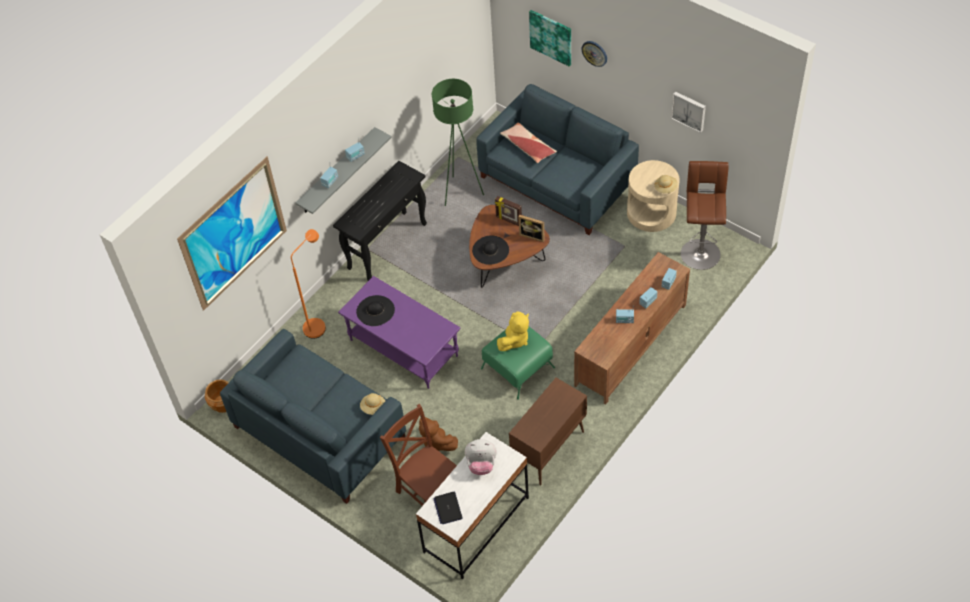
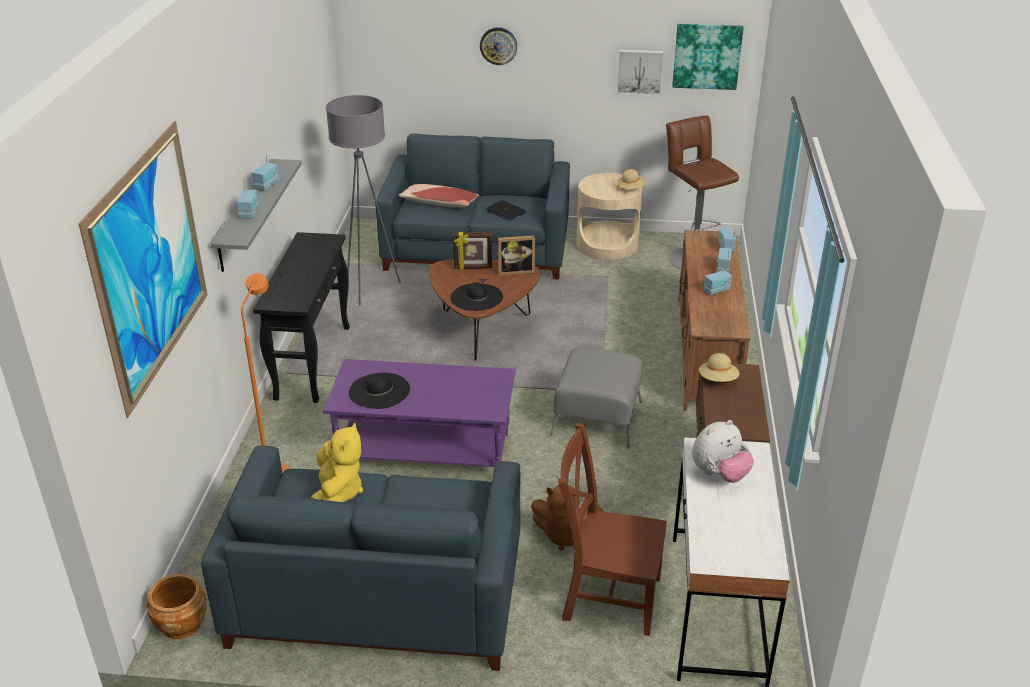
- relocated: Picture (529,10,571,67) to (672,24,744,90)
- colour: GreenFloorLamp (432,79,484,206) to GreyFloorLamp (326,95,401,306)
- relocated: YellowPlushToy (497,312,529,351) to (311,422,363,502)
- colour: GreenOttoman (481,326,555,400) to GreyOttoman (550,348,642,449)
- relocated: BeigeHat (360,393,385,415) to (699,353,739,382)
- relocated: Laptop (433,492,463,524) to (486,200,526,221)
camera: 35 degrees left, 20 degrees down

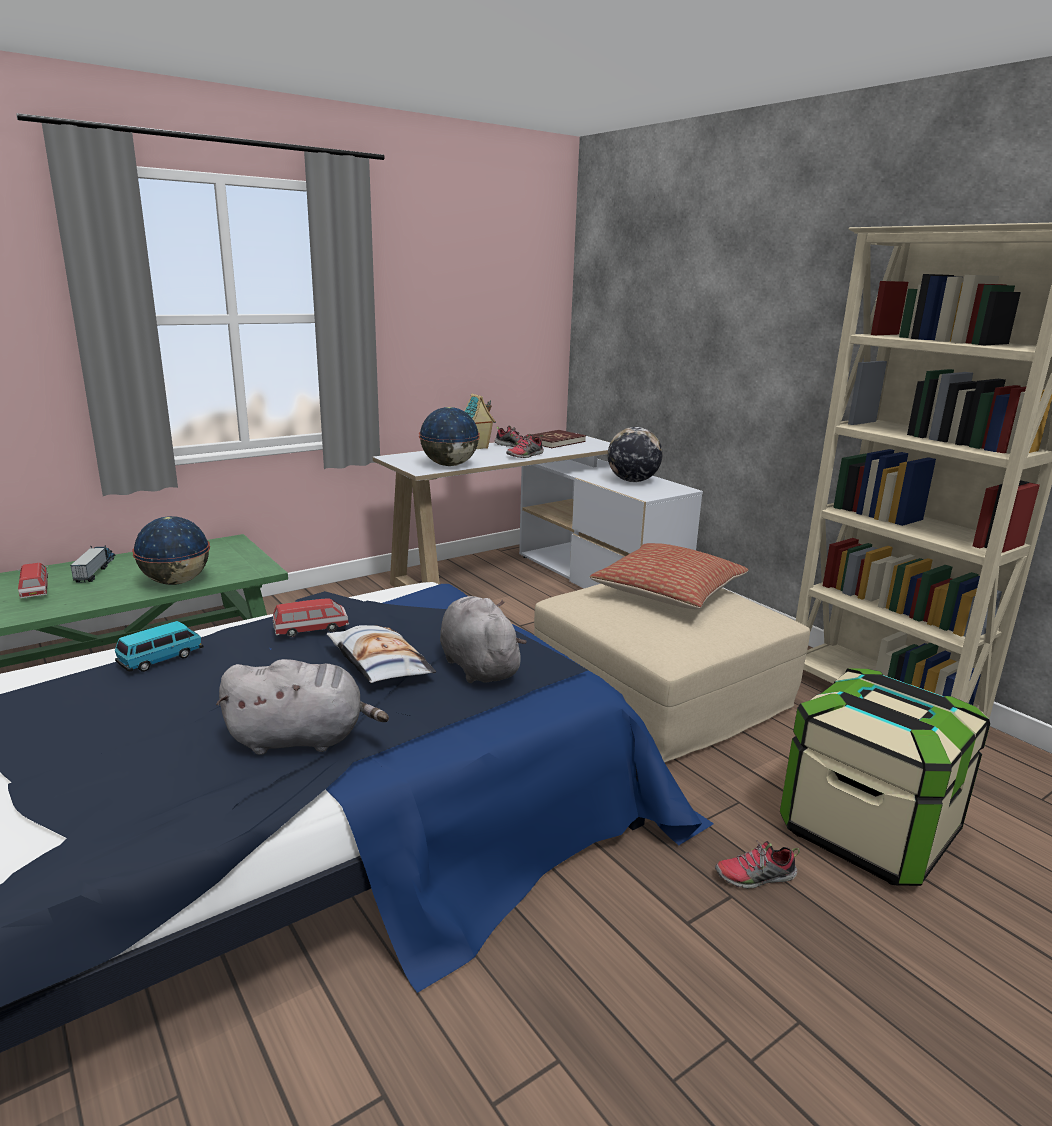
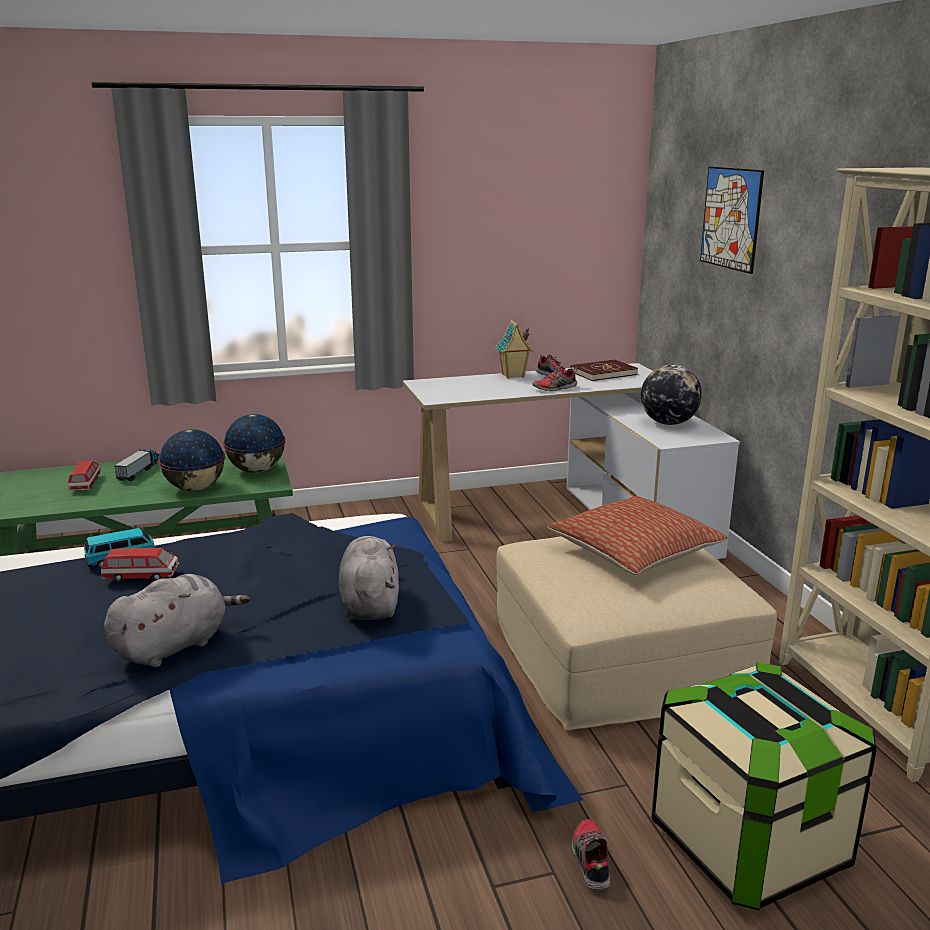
- relocated: Globe (419,407,480,466) to (223,414,286,473)
- relocated: ToyCar (273,598,349,637) to (101,548,179,582)
- missing: Pillow (327,625,436,683)
- spun: GreyPlushToy (216,659,389,755) = (104,574,250,667) 60 degrees counterclockwise
- spun: Shoe (715,840,800,889) = (572,819,611,890) 75 degrees clockwise
- appeared: Picture (700,167,764,274)
camera: 20 degrees right, 0 degrees up

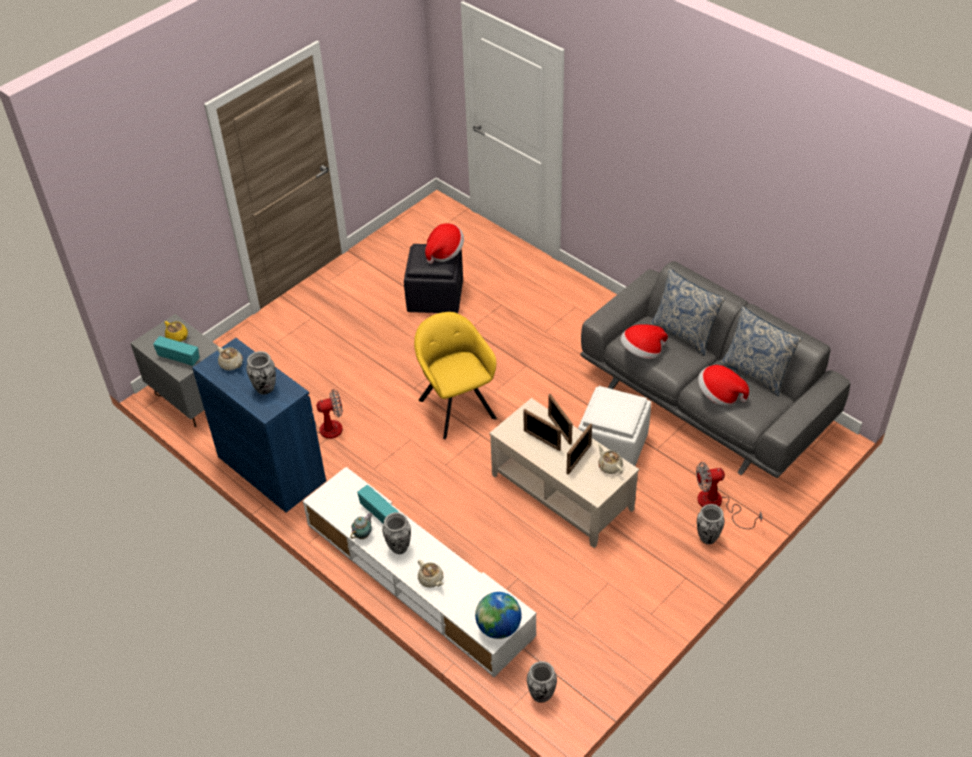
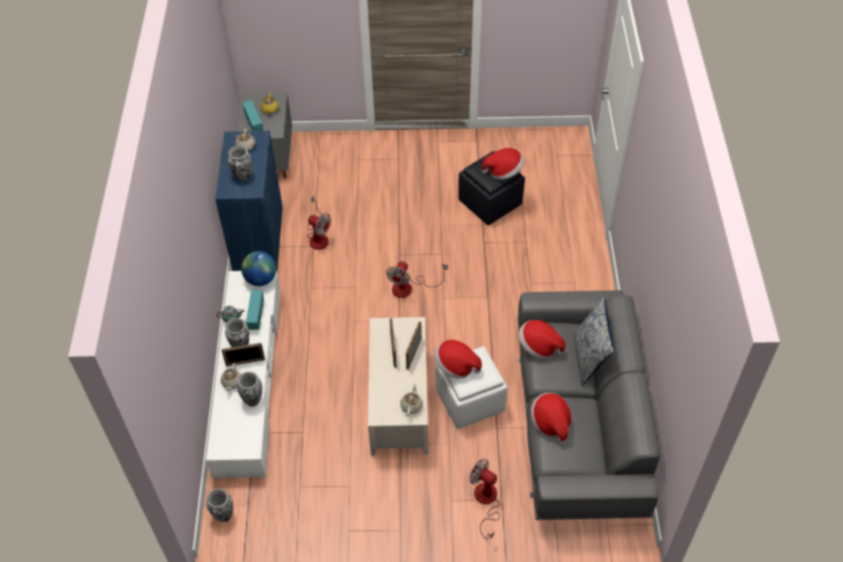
- missing: Pillow (720,306,802,396)
- exchanged: YellowArmchair (414,312,497,439) to Fan (386,261,448,298)
- relocated: PictureFrame (566,423,592,474) to (221,343,265,366)
- relocated: Vase (697,504,725,544) to (237,372,262,407)
- relocated: Globe (475,592,522,639) to (241,251,276,286)
- appeared: Hat (435,340,482,379)
camera: 45 degrees right, 5 degrees up

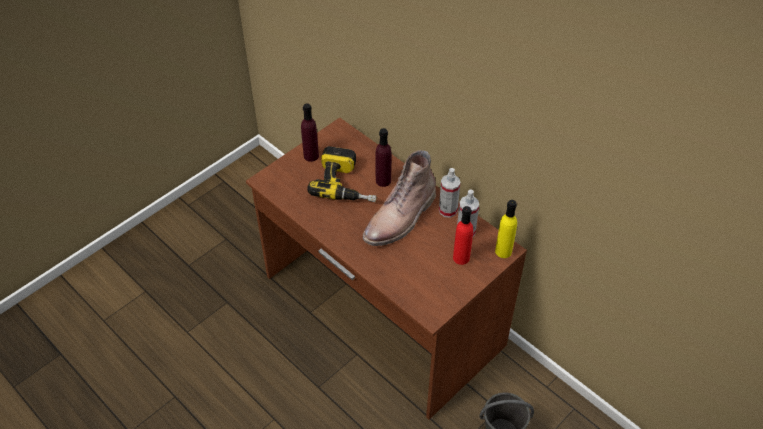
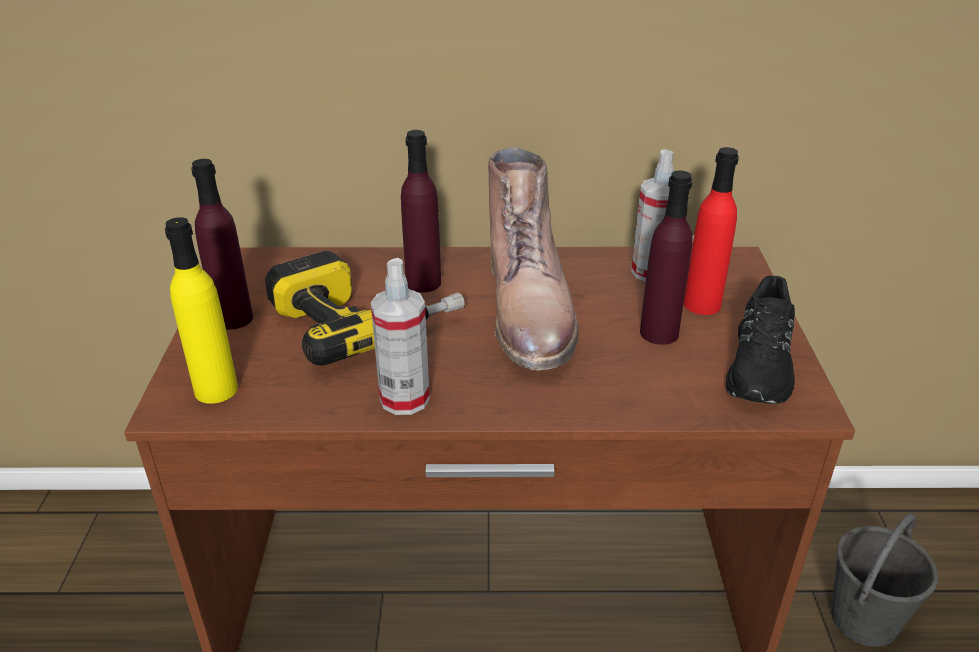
- relocated: SprayBottle (439,168,461,218) to (371,258,430,415)
- relocated: YellowBottle (495,200,517,258) to (165,217,238,404)
- appeared: PurpleBottle (640,170,693,345)
- appeared: BlackShoe (726,275,795,404)
camera: 45 degrees left, 15 degrees down

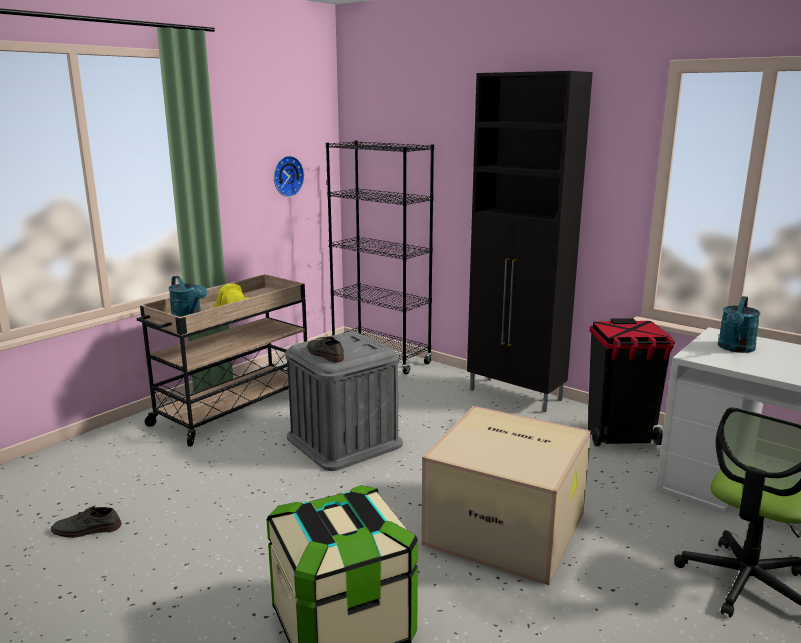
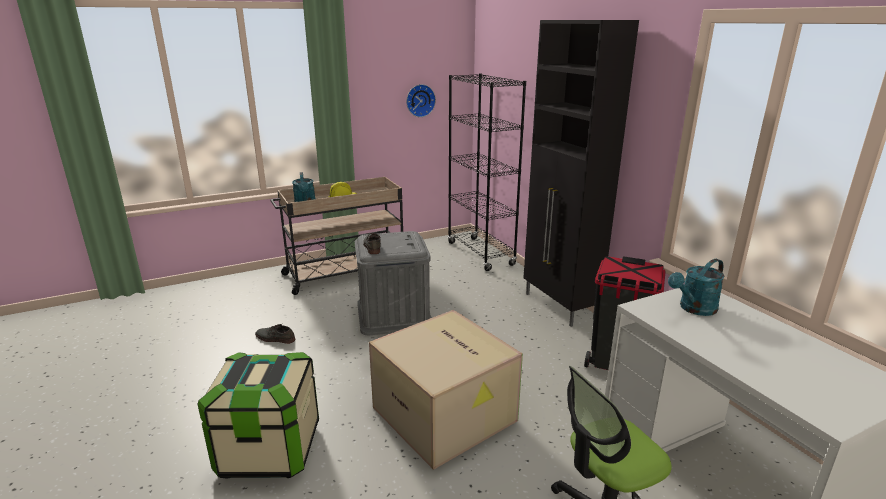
- relocated: GreyShoe (51,505,122,538) to (255,324,295,344)
camera: 25 degrees right, 5 degrees up

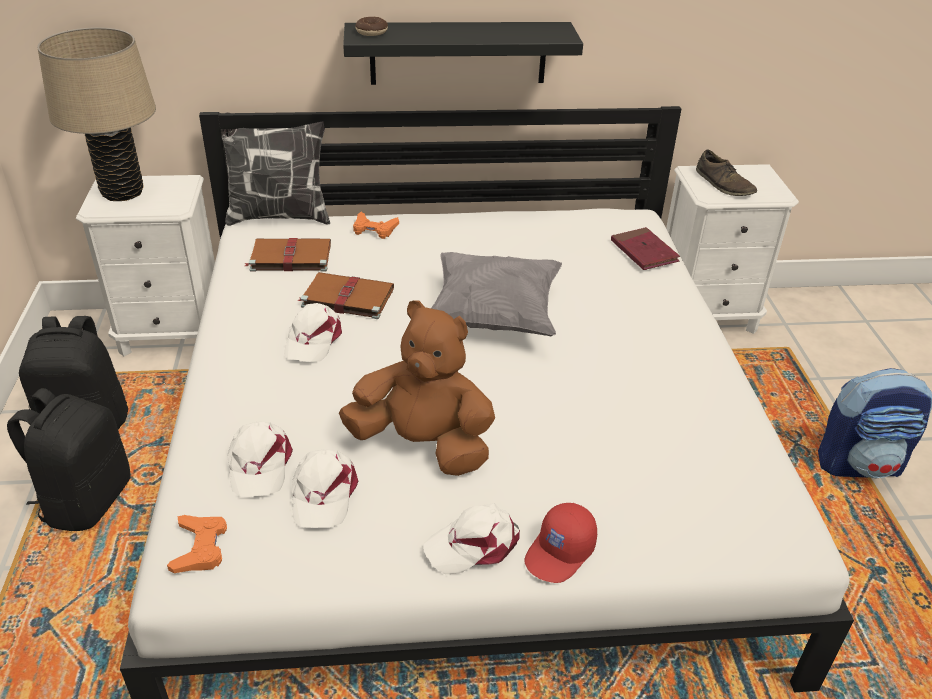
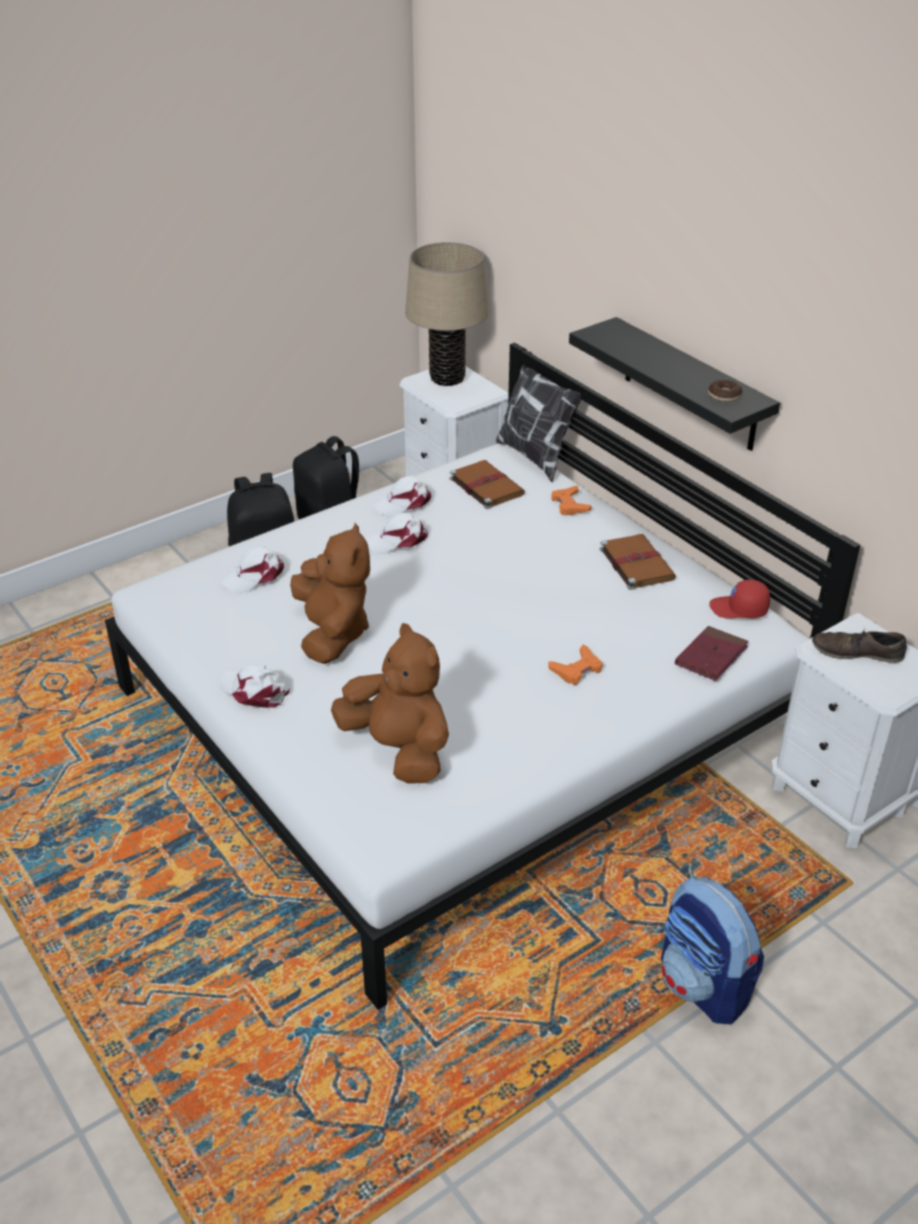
- relocated: Donut (355,17,388,36) to (708,380,742,402)
- spun: BrownShoe (696,149,757,196) = (812,629,907,663) 75 degrees clockwise
- missing: GreyPillow (431,252,562,336)
- relocated: BrownBook (297,272,394,319) to (600,534,676,590)
- relocated: WhiteCap (292,449,359,528) to (372,475,431,518)
- relocated: RedCap (524,503,597,583) to (709,579,770,619)
- relocated: OrangeGameController (167,515,227,573) to (548,645,603,685)
- appeared: BrownPlushToy (331,623,449,784)
camera: 60 degrees right, 0 degrees up

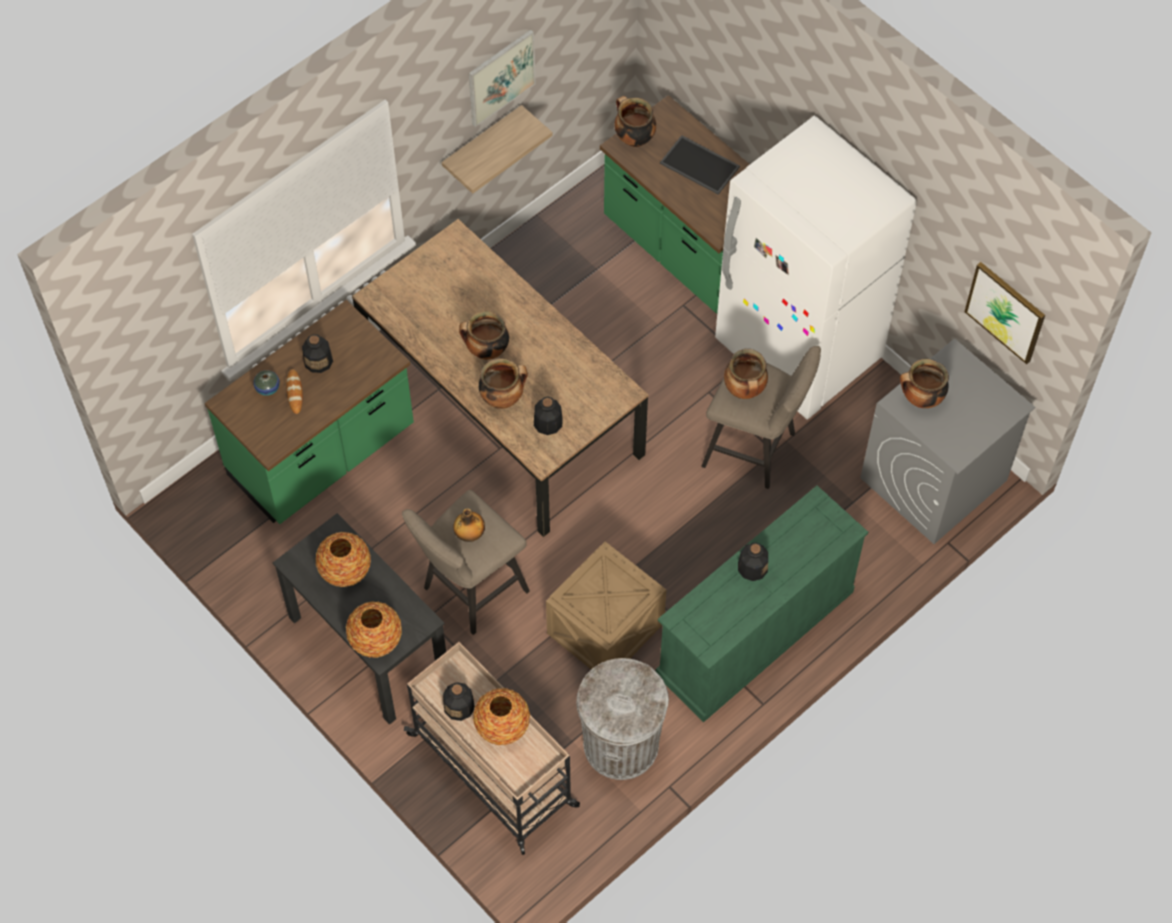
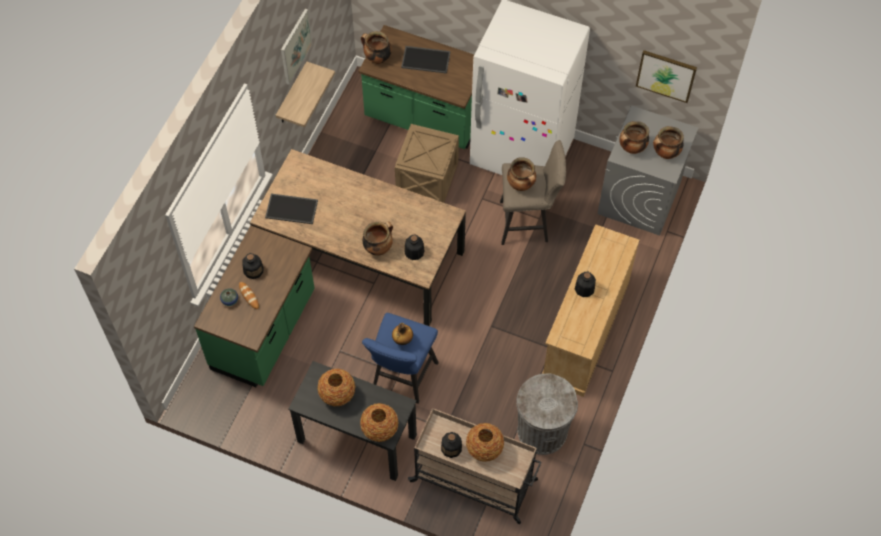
- relocated: CookingPot (459,311,509,360) to (653,126,684,159)
- colour: GreenDresser (656,485,868,722) to BeigeDresser (542,224,640,397)
- colour: BeigeStool (402,490,530,635) to BlueStool (362,313,439,404)
- relocated: Crate (546,542,666,669) to (395,124,459,203)
- appeared: Tray (265,194,318,224)
camera: 25 degrees left, 0 degrees up

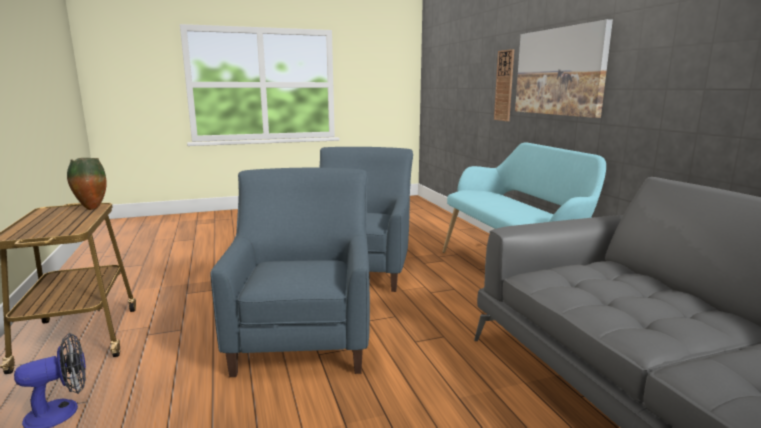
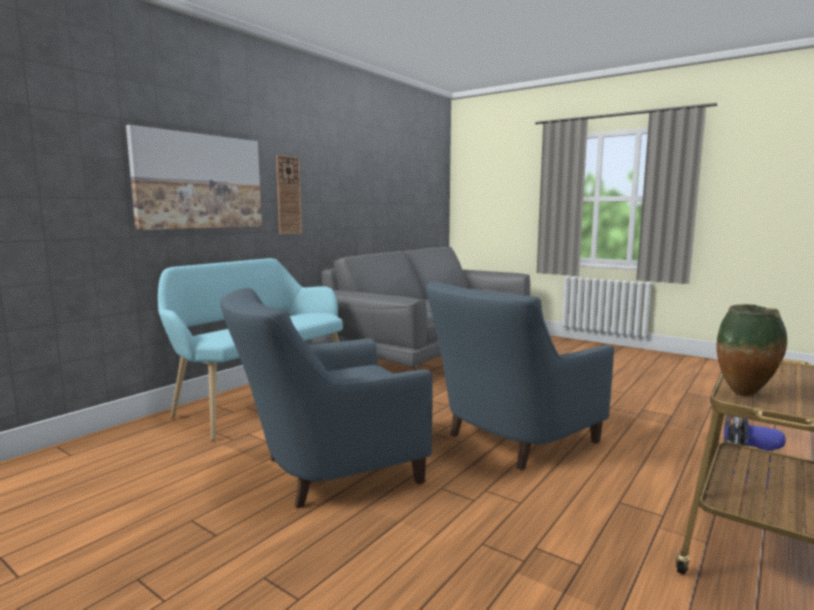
- relocated: WallClock (494,49,514,121) to (276,155,302,234)
camera: 125 degrees left, 5 degrees down

